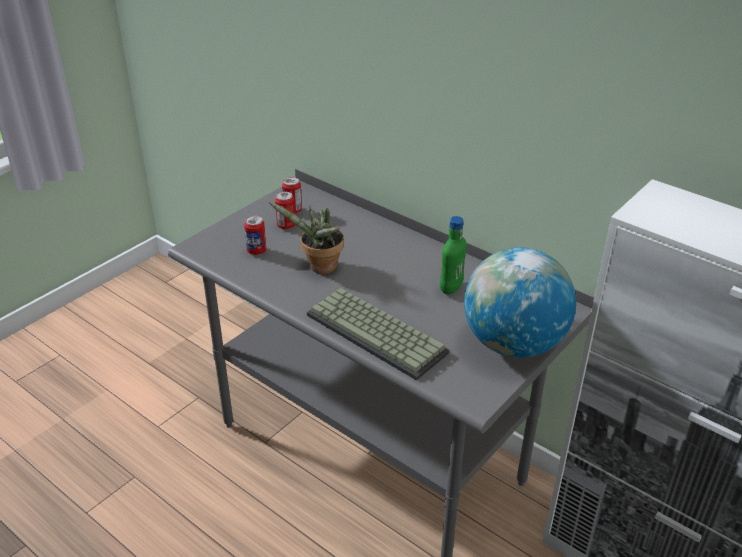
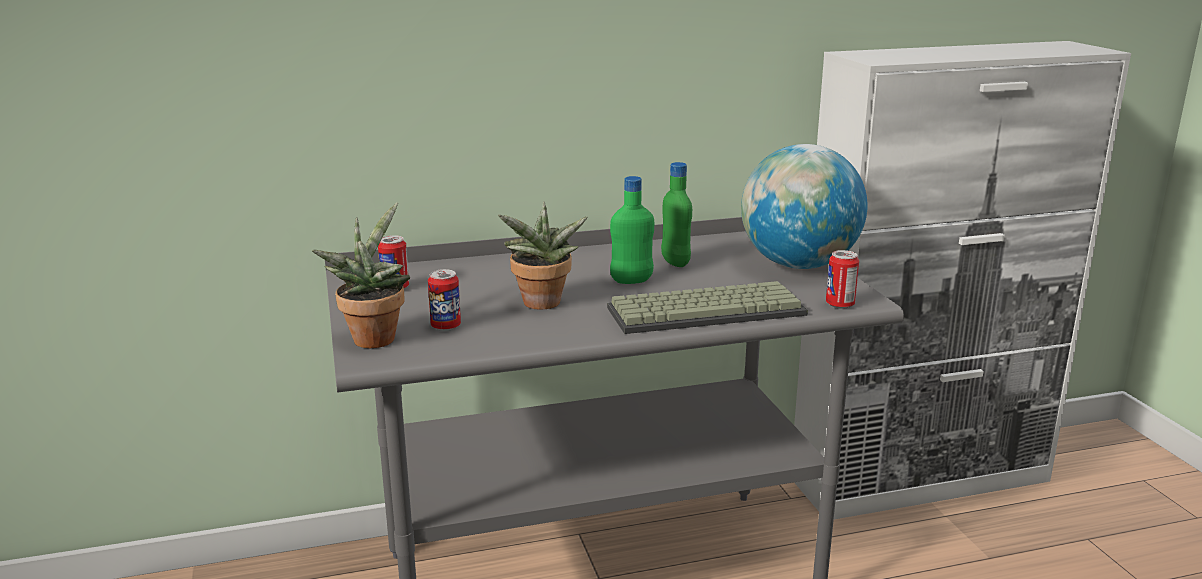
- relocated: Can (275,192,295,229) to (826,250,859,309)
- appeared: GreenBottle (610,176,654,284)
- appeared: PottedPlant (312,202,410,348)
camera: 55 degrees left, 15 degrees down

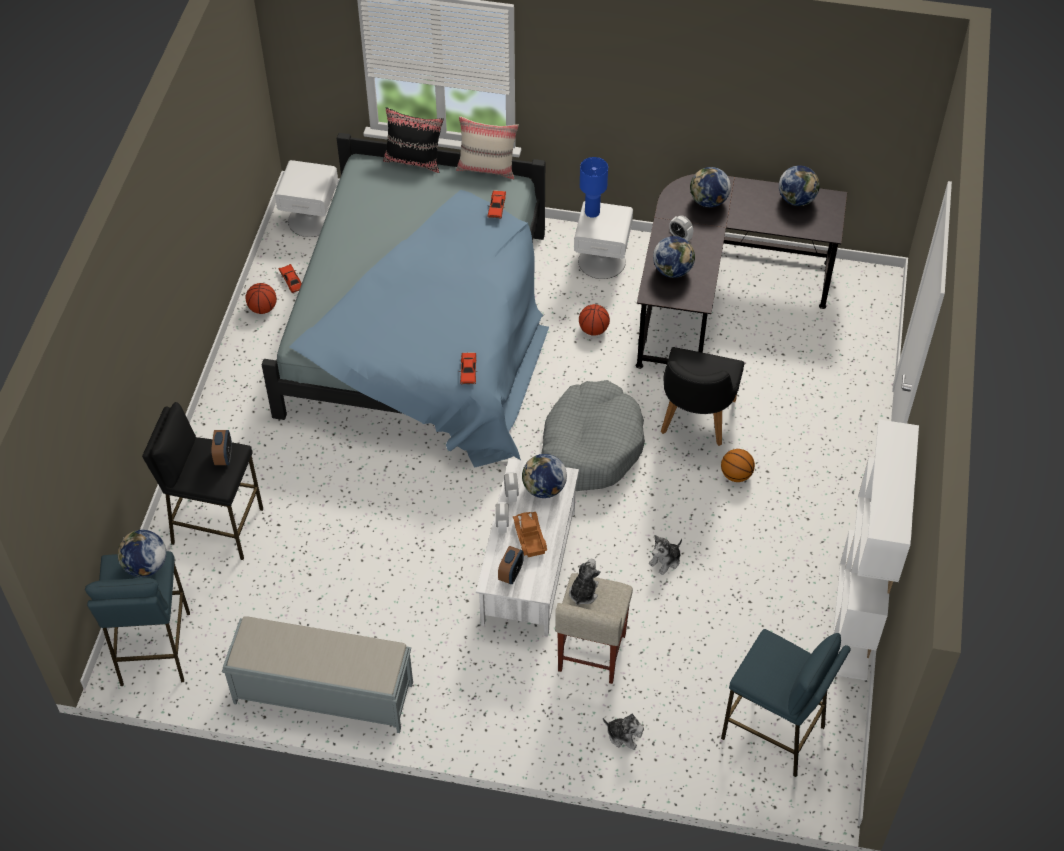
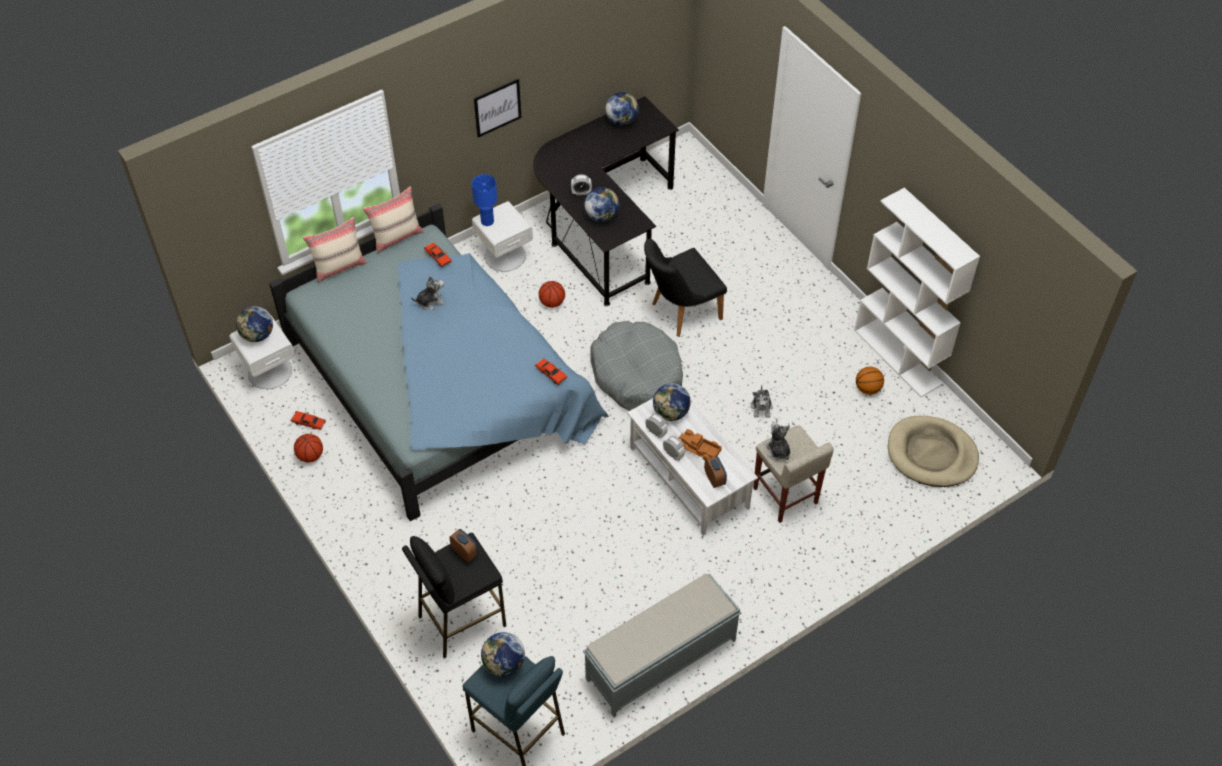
- colour: BlackPillow (383,107,444,173) to BeigePillow (303,217,368,283)
- relocated: Globe (690,167,731,207) to (236,306,273,342)
- spun: BlackChair (661,347,744,446) = (644,239,727,337) 90 degrees clockwise
- relocated: Basketball (721,449,755,482) to (856,367,884,395)
- exchanged: BlueStool (721,629,851,777) to BeigeDogBed (888,416,979,487)
- relocated: PlushToy (603,713,644,750) to (411,276,445,310)
- appeared: Picture (474,79,522,138)
camera: 45 degrees left, 0 degrees up

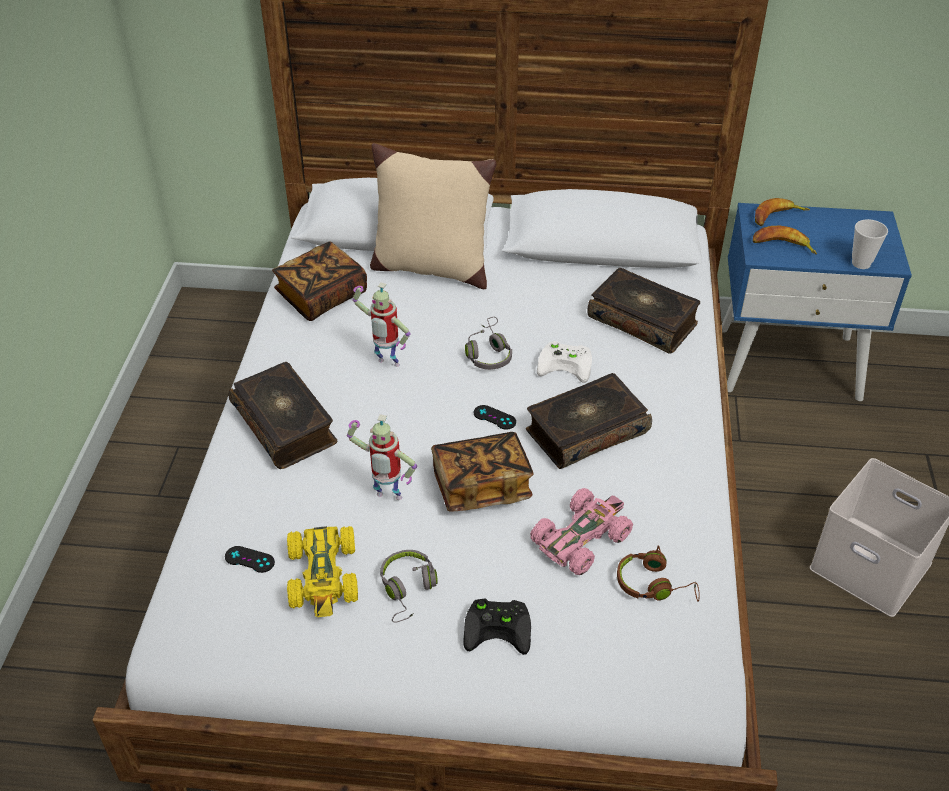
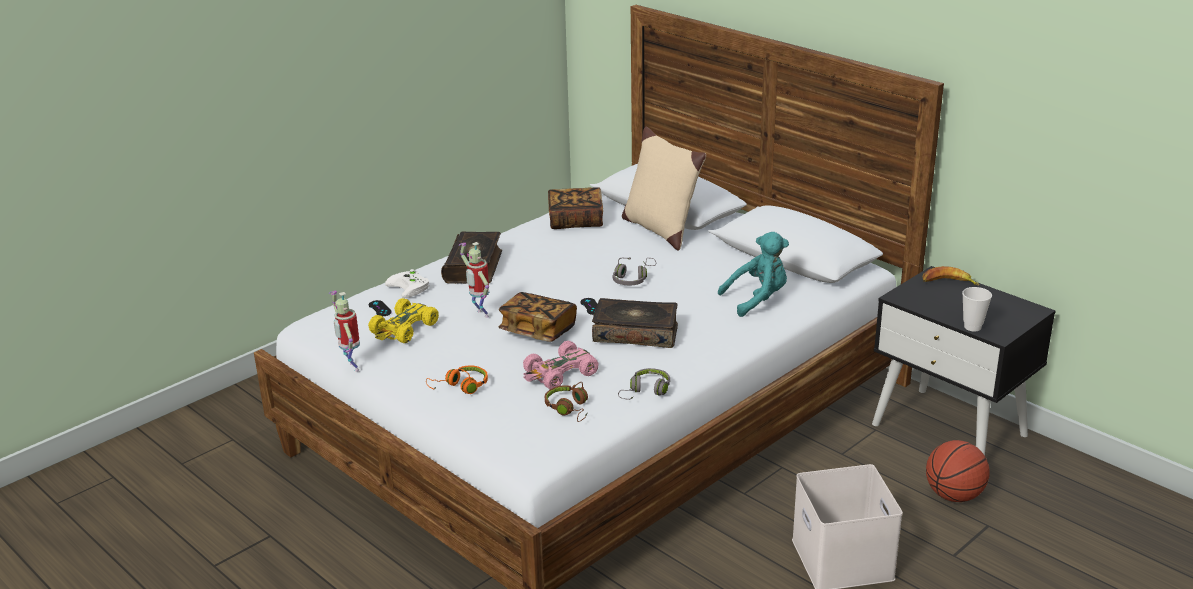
- colour: BlueNightstand (722,203,912,401) to BlackNightstand (872,266,1056,456)
- missing: Banana (753,226,817,254)
- exchanged: Book (588,268,700,354) to TurquoisePlushToy (718,232,789,317)
- relocated: ToyRobot (353,283,410,367) to (329,291,360,372)
- relocated: WhiteGameController (537,341,592,383) to (385,269,430,298)
- spun: PinkToyCar (530,488,633,575) = (523,341,598,389) 150 degrees clockwise
- relocated: GreyHeadphones (380,550,438,622) to (618,368,670,400)
- exchanged: BlackGameController (464,598,531,655) to OrangeHeadphones (426,365,488,394)
- appeared: Basketball (926,440,990,502)
camera: 40 degrees right, 15 degrees down

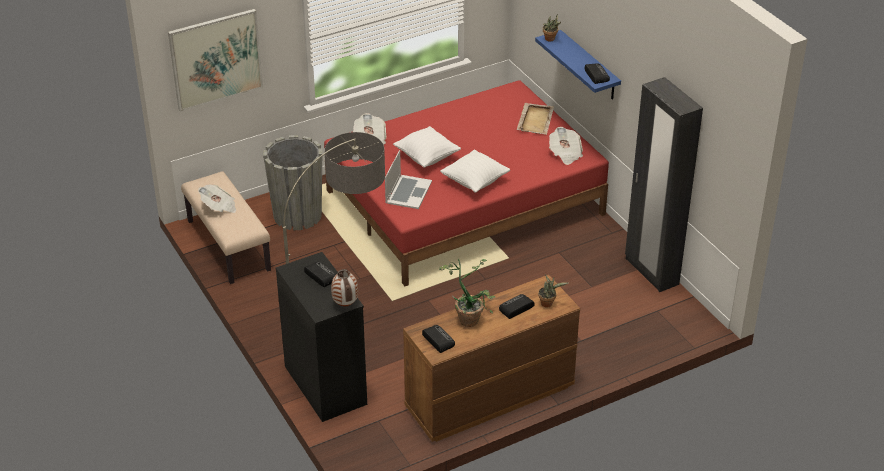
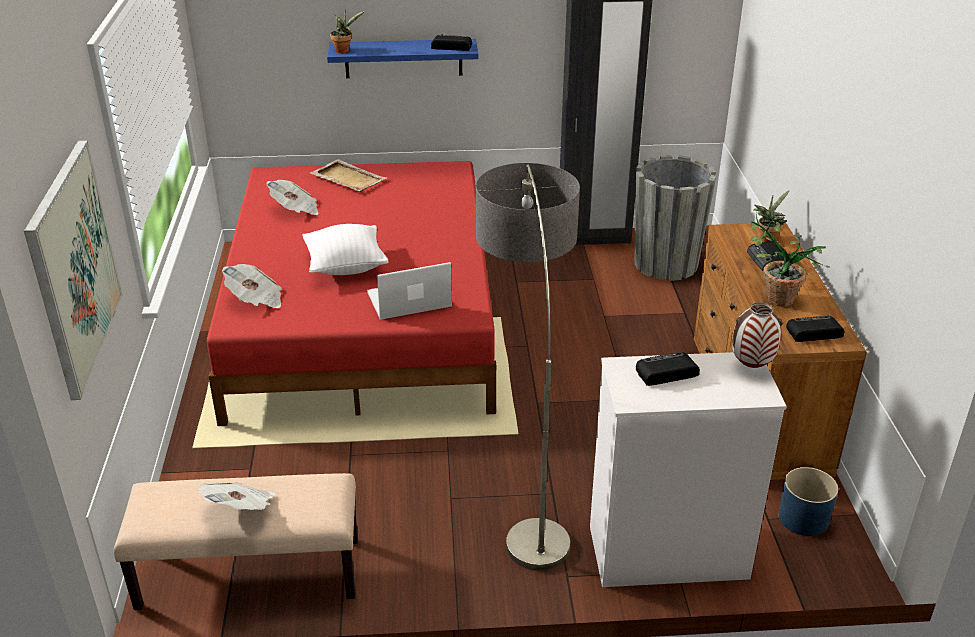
- relocated: Newspaper (549,127,583,165) to (266,180,319,215)
- relocated: GreyPlanter (263,135,322,230) to (634,155,716,281)
- spun: Laptop (385,150,432,209) = (367,262,452,320) 60 degrees counterclockwise
- missing: WhitePillow (440,150,510,193)
- colour: BlackDresser (275,252,367,422) to WhiteDresser (590,352,787,587)
- appeared: BluePlanter (779,467,838,536)
camera: 65 degrees left, 5 degrees down

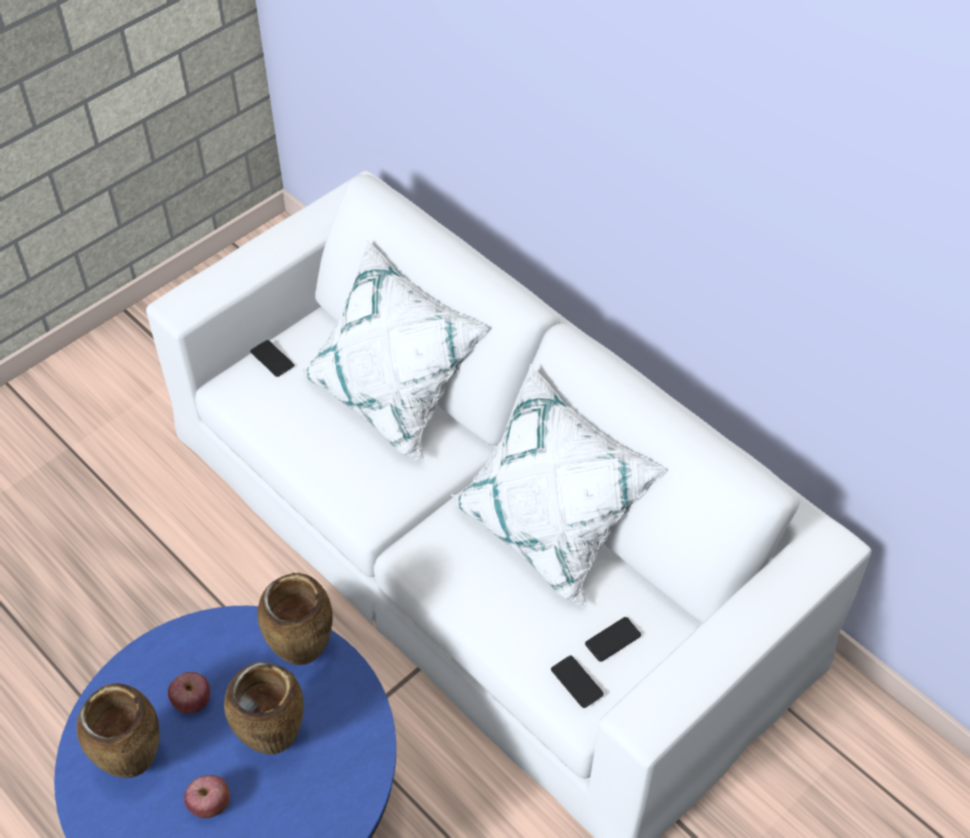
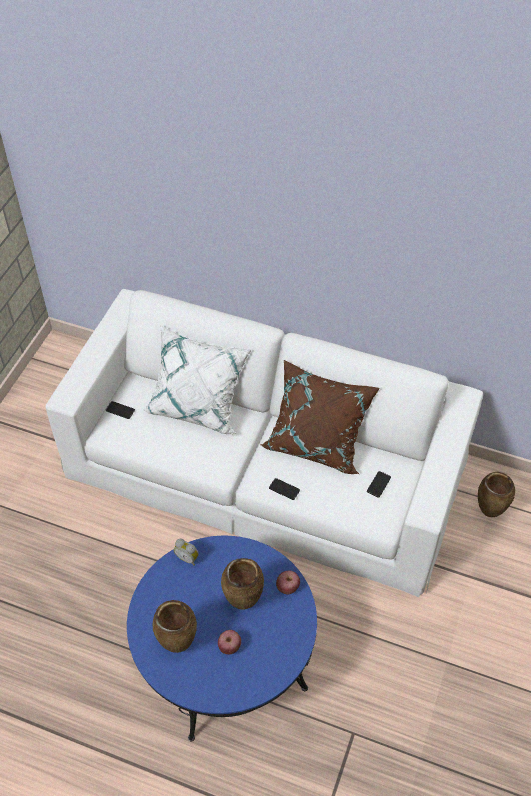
- colour: WhitePillow (451,364,667,608) to BrownPillow (261,360,380,474)
- relocated: BrownVase (258,573,333,665) to (478,472,515,517)
- relocated: Phone (551,656,604,708) to (269,478,300,500)
- relocated: Apple (168,672,210,714) to (276,571,300,594)
- appeared: AlarmClock (174,539,199,565)
camera: 25 degrees left, 0 degrees up

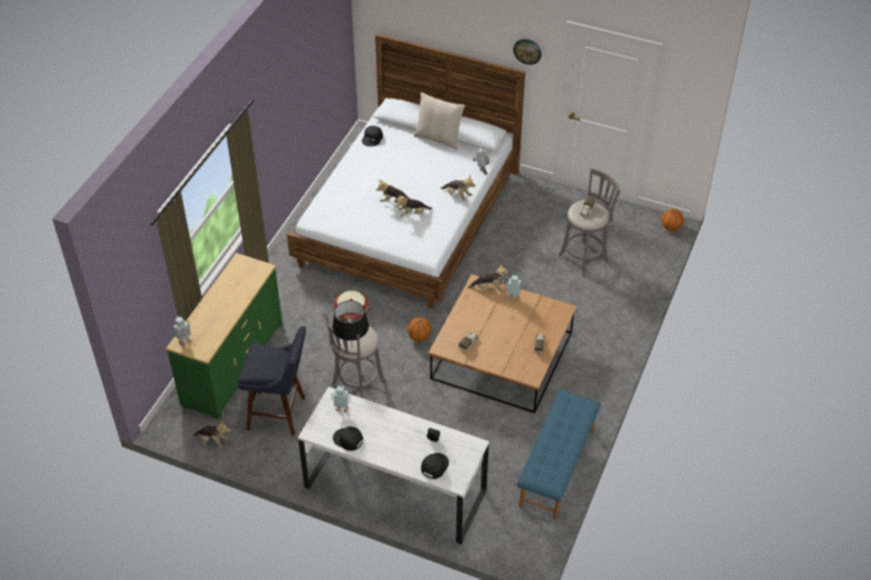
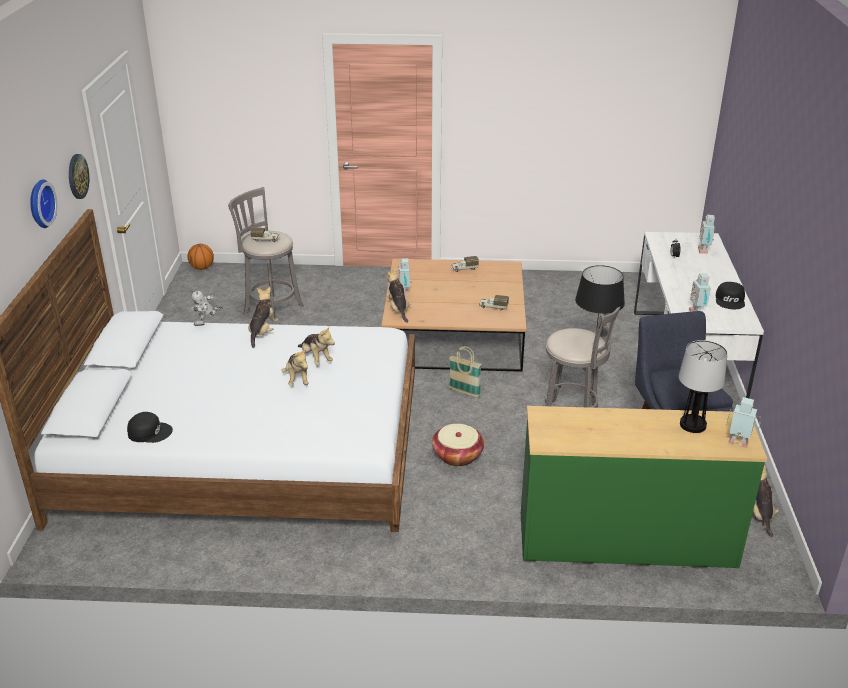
- missing: BeigePillow (413,92,465,150)
- exchanged: Basketball (408,317,432,342) to Basket (449,346,482,397)
- missing: BlueBench (517,390,601,520)
- exchanged: BlackCap (421,453,449,479) to ToyRobot (698,214,715,254)
- appeared: WallClock (30,179,57,228)
- appeared: TableLamp (679,340,728,433)
camera: 110 degrees left, 15 degrees down

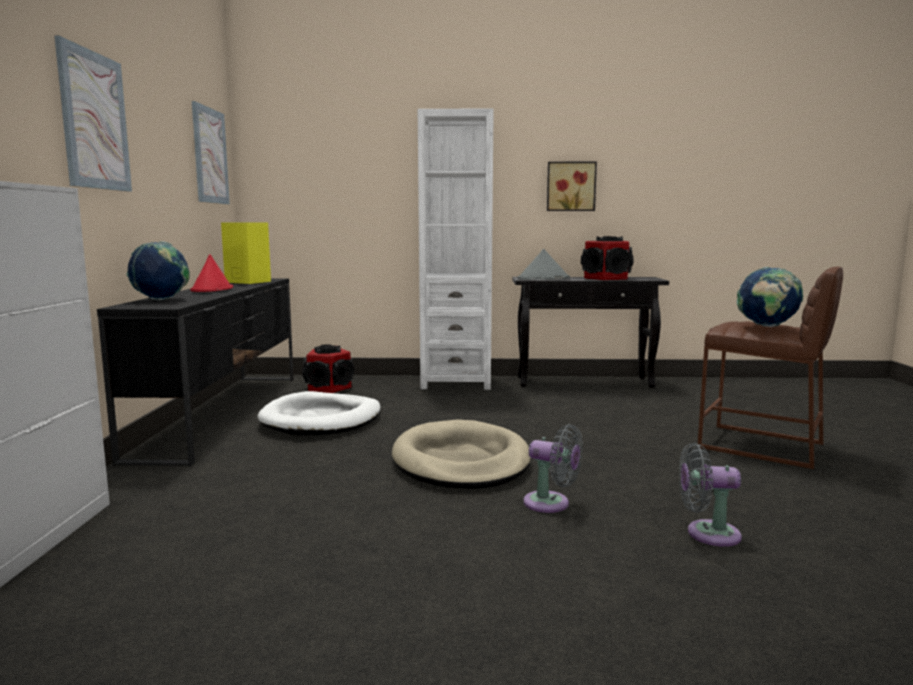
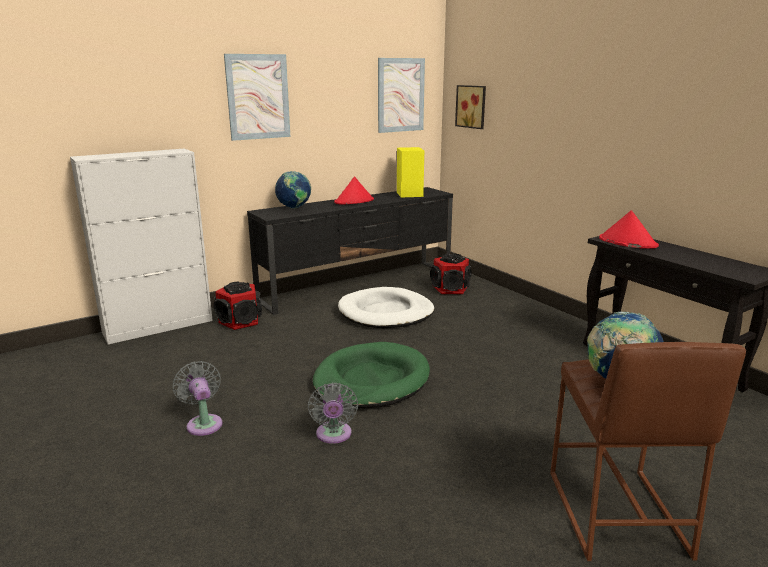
- missing: WhiteBookcase (418,108,494,390)
- relocated: Picture (547,162,597,211) to (455,85,486,129)
- relocated: Speaker (581,236,634,280) to (213,282,262,330)
- colour: GreyHat (518,249,570,280) to RedHat (599,210,659,249)
- colour: BeigeDogBed (392,419,531,489) to GreenDogBed (313,342,430,408)
- relocated: GreyFan (679,443,742,547) to (173,361,222,436)
camera: 55 degrees right, 10 degrees up

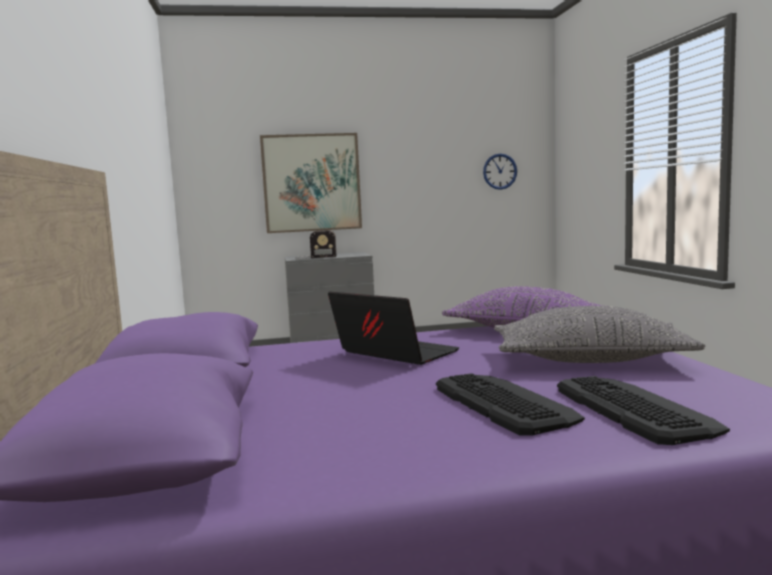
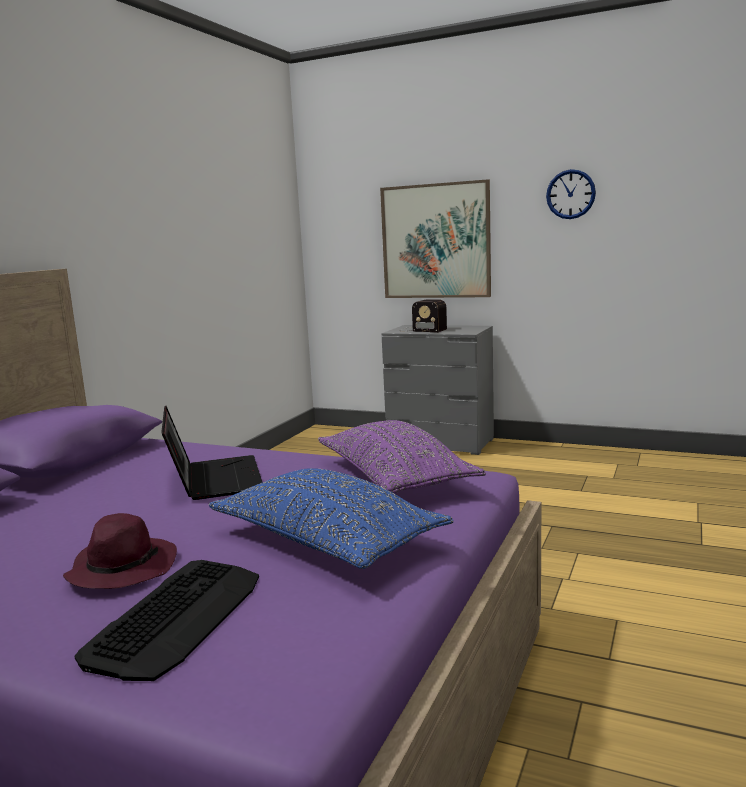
- relocated: WallClock (483,153,517,190) to (546,169,596,219)
- colour: GreyPillow (494,306,705,363) to BluePillow (208,468,454,569)
- exchanged: Keyboard (436,373,585,435) to PurpleHat (63,513,177,589)
camera: 35 degrees right, 5 degrees up

